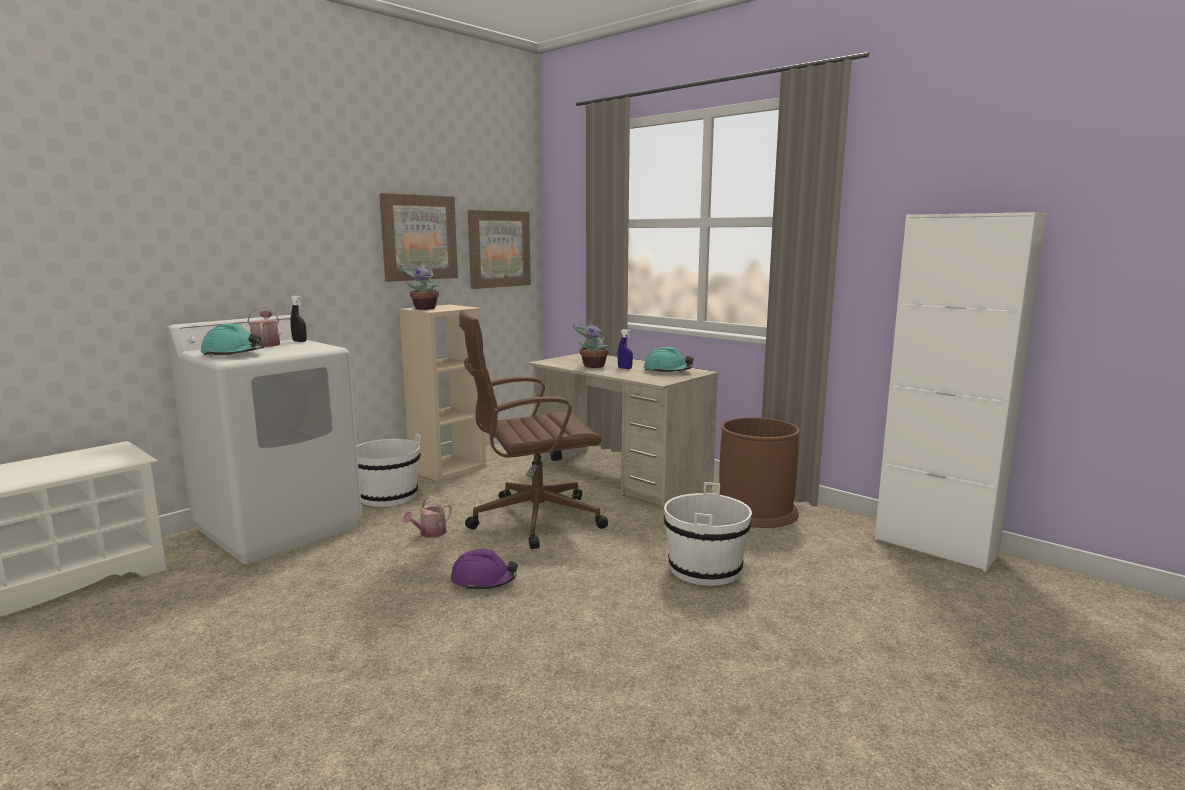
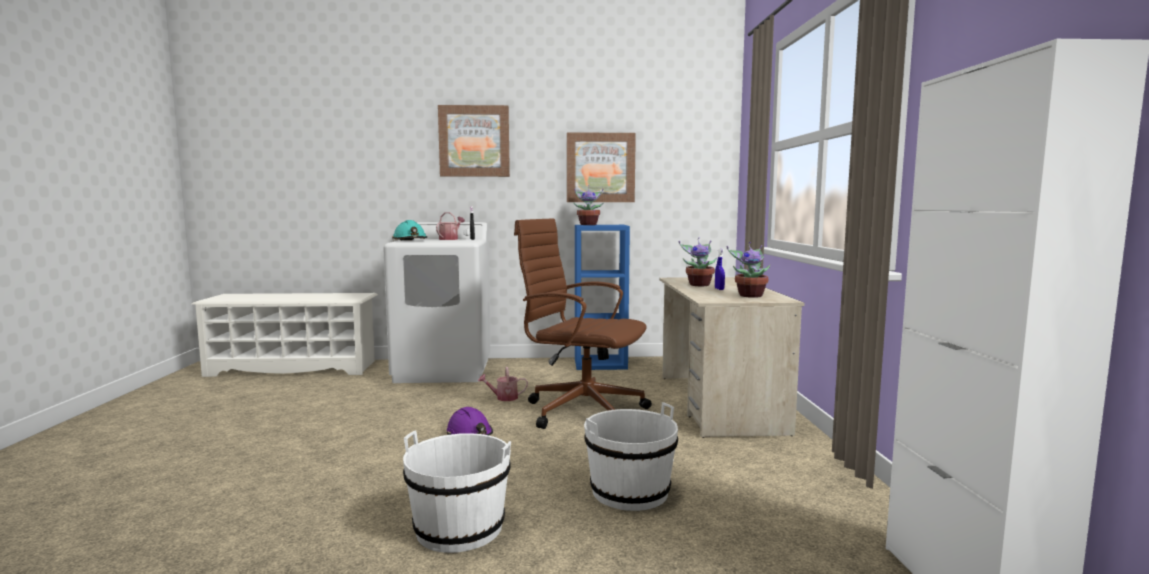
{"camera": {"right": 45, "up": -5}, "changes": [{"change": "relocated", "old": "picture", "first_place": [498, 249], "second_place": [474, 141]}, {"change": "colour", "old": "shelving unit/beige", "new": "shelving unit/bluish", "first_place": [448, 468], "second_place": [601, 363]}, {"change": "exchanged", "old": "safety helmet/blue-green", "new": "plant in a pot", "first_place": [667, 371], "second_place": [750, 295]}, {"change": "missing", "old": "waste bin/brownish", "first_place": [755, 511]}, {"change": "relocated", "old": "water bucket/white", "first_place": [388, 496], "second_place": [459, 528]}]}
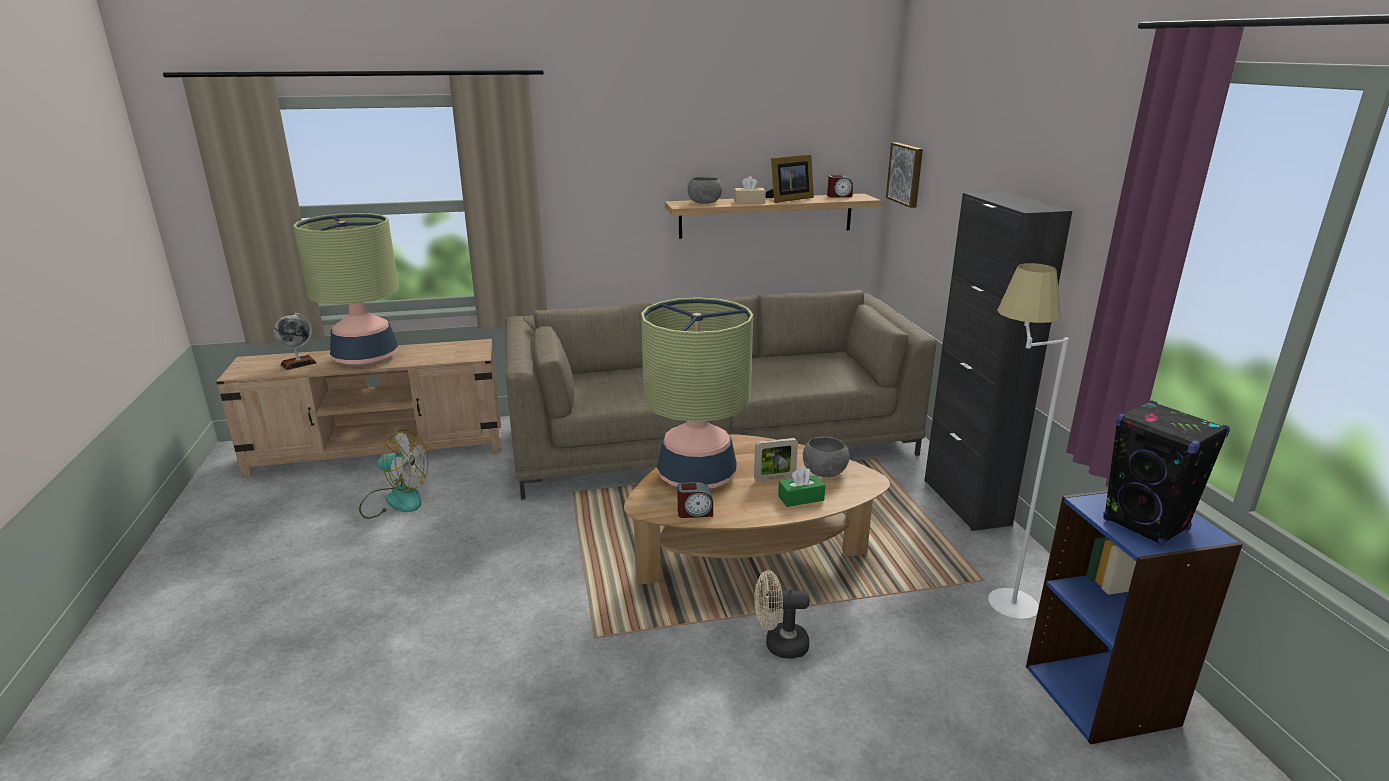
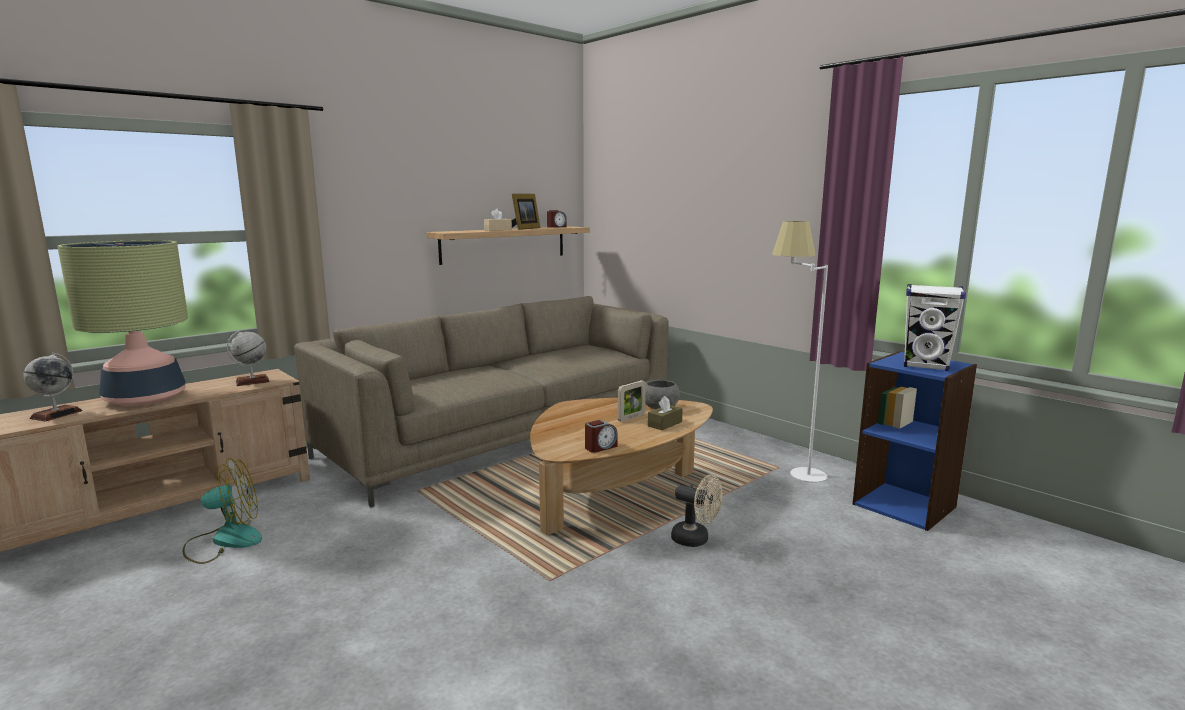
{"camera": {"right": -30, "up": -10}, "changes": [{"change": "missing", "old": "picture", "first_place": [906, 174]}, {"change": "missing", "old": "serving bowl/grey", "first_place": [704, 203]}, {"change": "missing", "old": "storage cabinet/black", "first_place": [966, 502]}, {"change": "missing", "old": "table lamp", "first_place": [696, 476]}, {"change": "colour", "old": "loudspeaker/black", "new": "loudspeaker/white", "first_place": [1146, 525], "second_place": [926, 365]}, {"change": "colour", "old": "tissue holder/green-coloured", "new": "tissue holder/brownish", "first_place": [801, 498], "second_place": [665, 424]}, {"change": "spun", "old": "electric fan/beige", "first_place": [779, 645], "second_place": [696, 540], "degrees": -120}, {"change": "appeared", "new": "world globe", "second_place": [252, 381]}]}
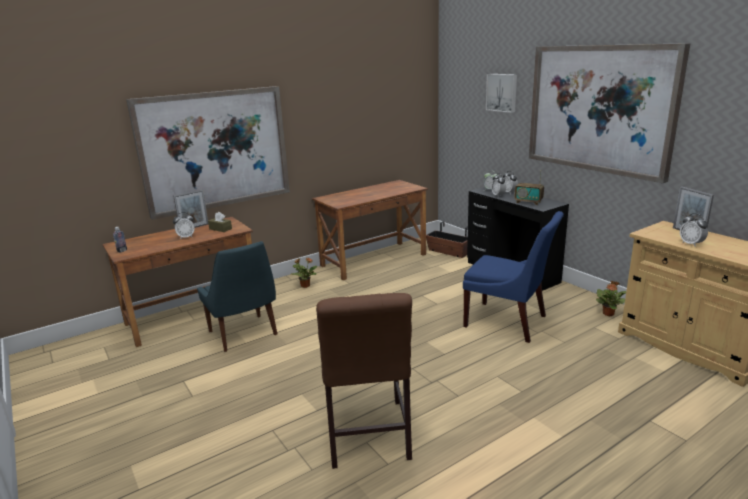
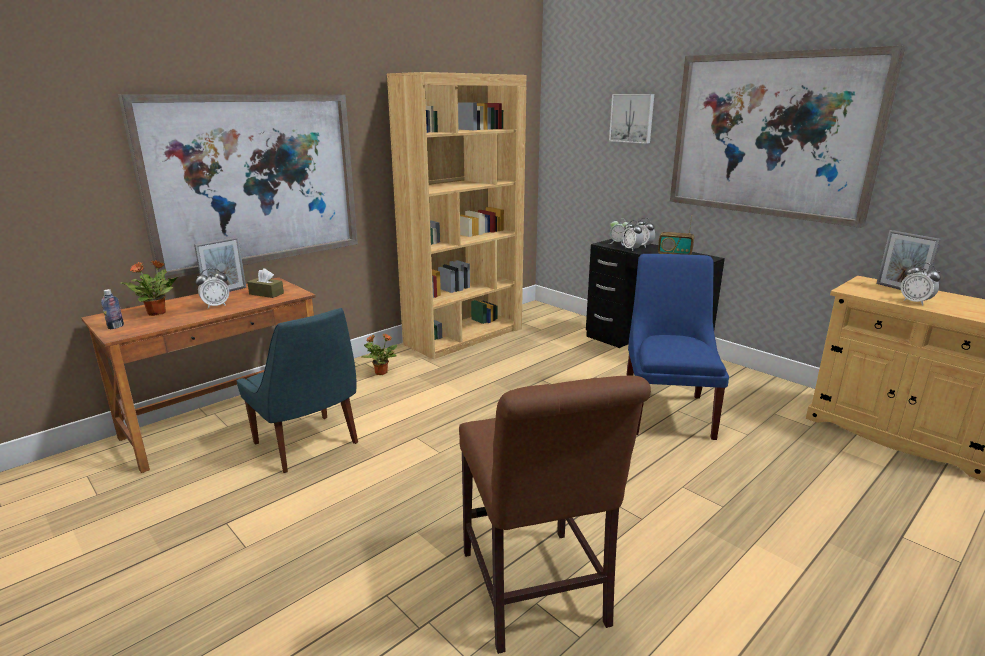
{"camera": {"right": -10, "up": 0}, "changes": [{"change": "exchanged", "old": "desk/brownish", "new": "shelving unit/brownish", "first_place": [373, 260], "second_place": [464, 336]}, {"change": "spun", "old": "upright chair/bluish", "first_place": [508, 322], "second_place": [667, 411], "degrees": -105}, {"change": "missing", "old": "flower pot", "first_place": [448, 252]}, {"change": "relocated", "old": "plant in a pot", "first_place": [608, 313], "second_place": [157, 313]}]}
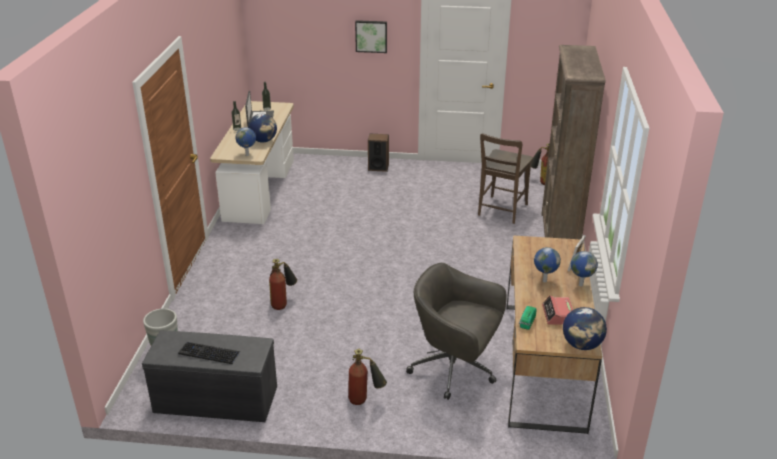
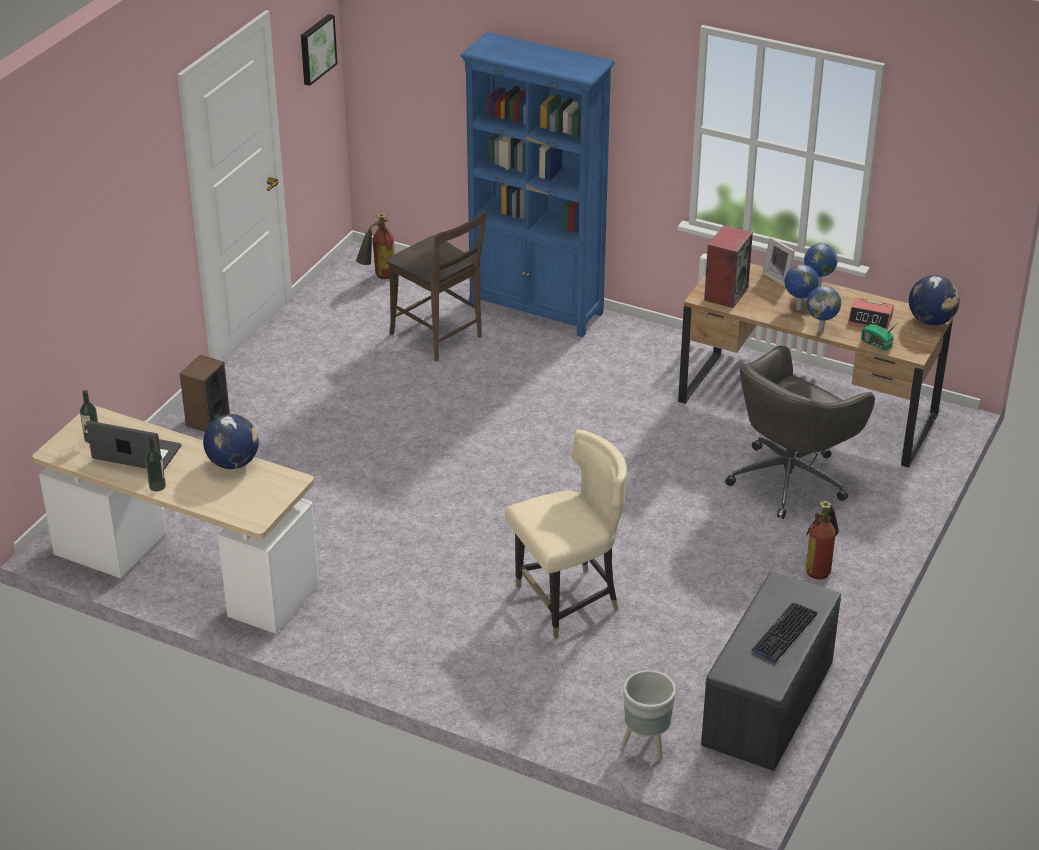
{"camera": {"right": -70, "up": 5}, "changes": [{"change": "relocated", "old": "picture", "first_place": [371, 36], "second_place": [316, 49]}, {"change": "colour", "old": "shelving unit/brownish", "new": "shelving unit/bluish", "first_place": [559, 235], "second_place": [537, 309]}, {"change": "relocated", "old": "world globe", "first_place": [247, 155], "second_place": [821, 330]}, {"change": "exchanged", "old": "extinguisher", "new": "upright chair/beige", "first_place": [283, 303], "second_place": [567, 601]}, {"change": "appeared", "new": "loudspeaker", "second_place": [725, 293]}]}
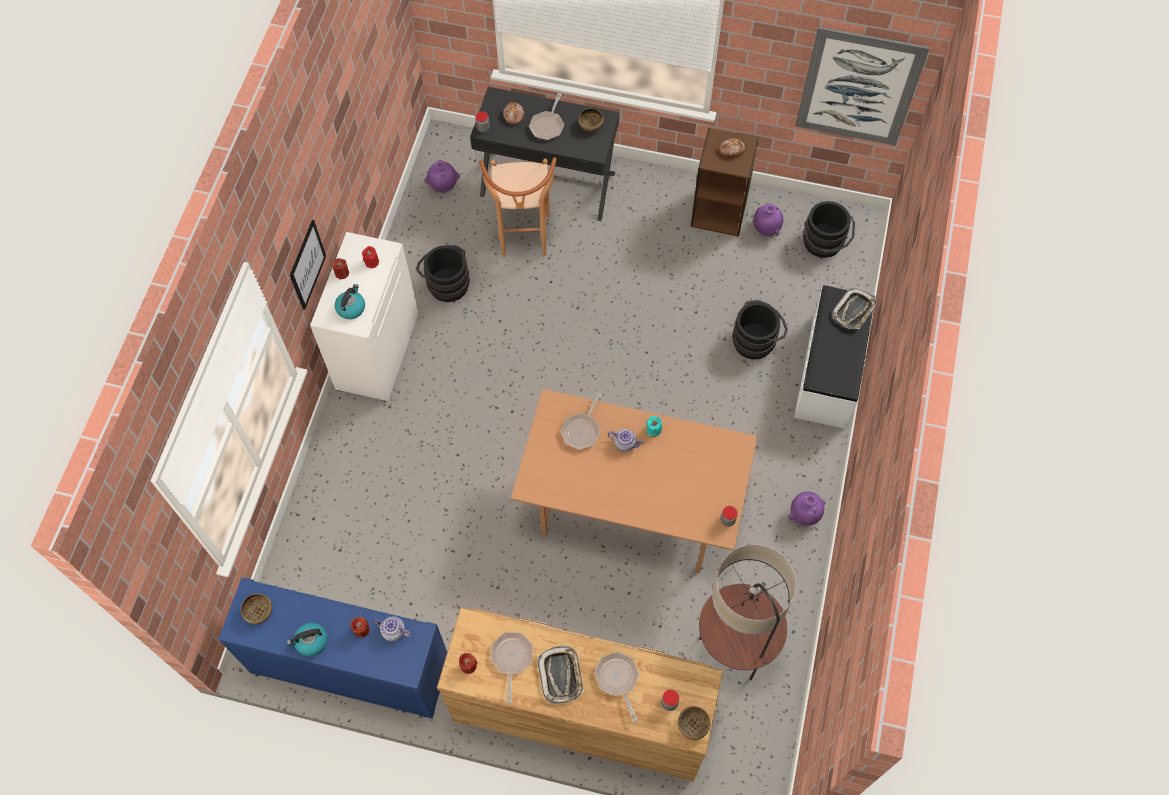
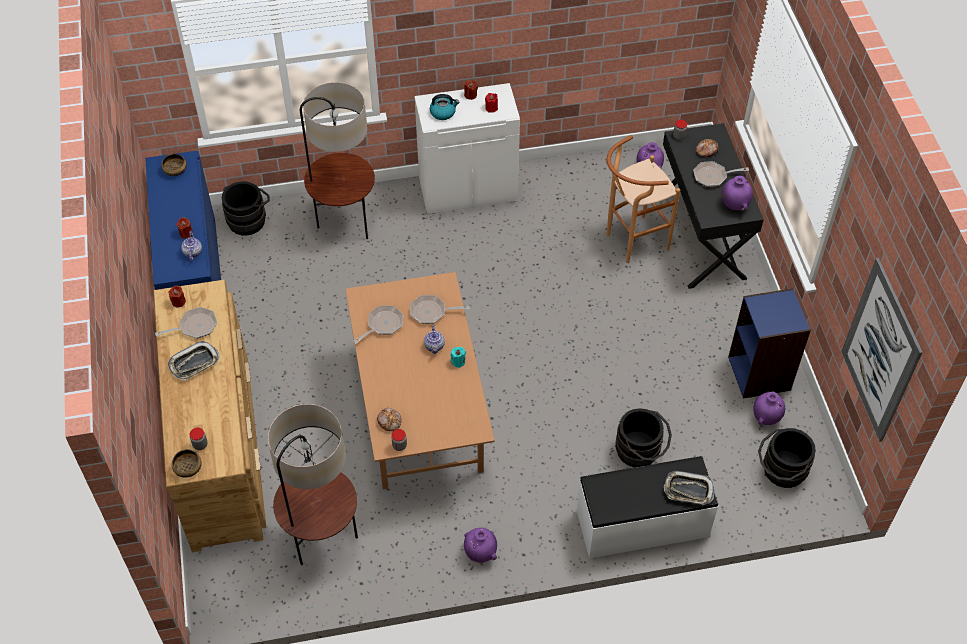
{"camera": {"right": 65, "up": -10}, "changes": [{"change": "exchanged", "old": "serving bowl", "new": "flower vase/purple", "first_place": [590, 125], "second_place": [734, 205]}, {"change": "colour", "old": "shelving unit/brownish", "new": "shelving unit/bluish", "first_place": [719, 211], "second_place": [760, 373]}, {"change": "relocated", "old": "bakery bread", "first_place": [731, 149], "second_place": [390, 421]}, {"change": "missing", "old": "picture", "first_place": [307, 265]}, {"change": "relocated", "old": "water bucket/black", "first_place": [446, 282], "second_place": [248, 218]}, {"change": "missing", "old": "tea kettle", "first_place": [311, 642]}, {"change": "relocated", "old": "skillet", "first_place": [618, 679], "second_place": [383, 325]}, {"change": "appeared", "new": "standing lamp", "second_place": [345, 225]}]}
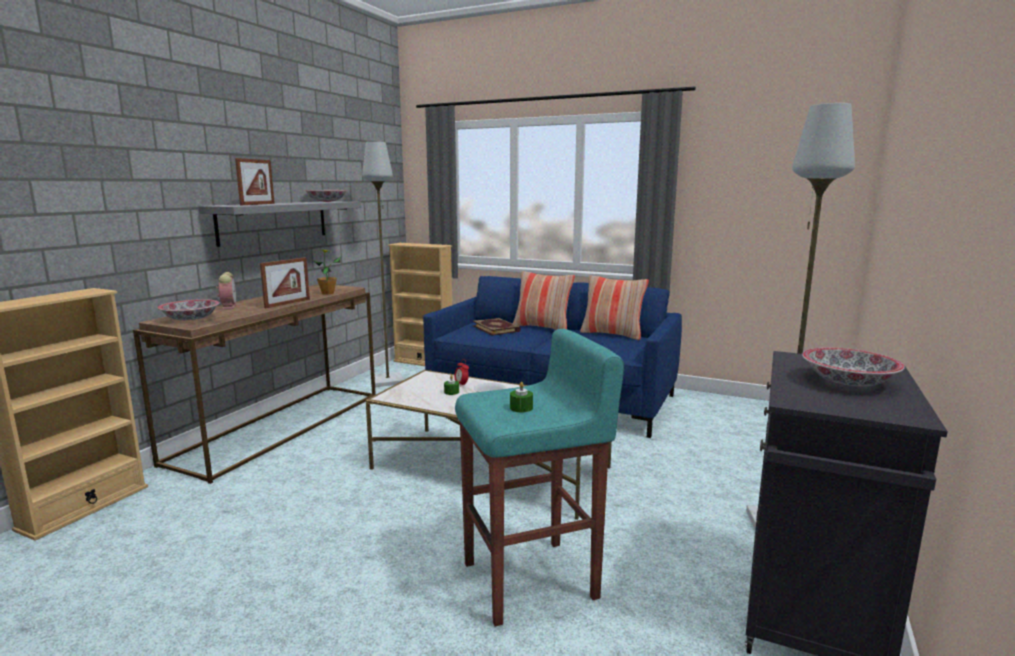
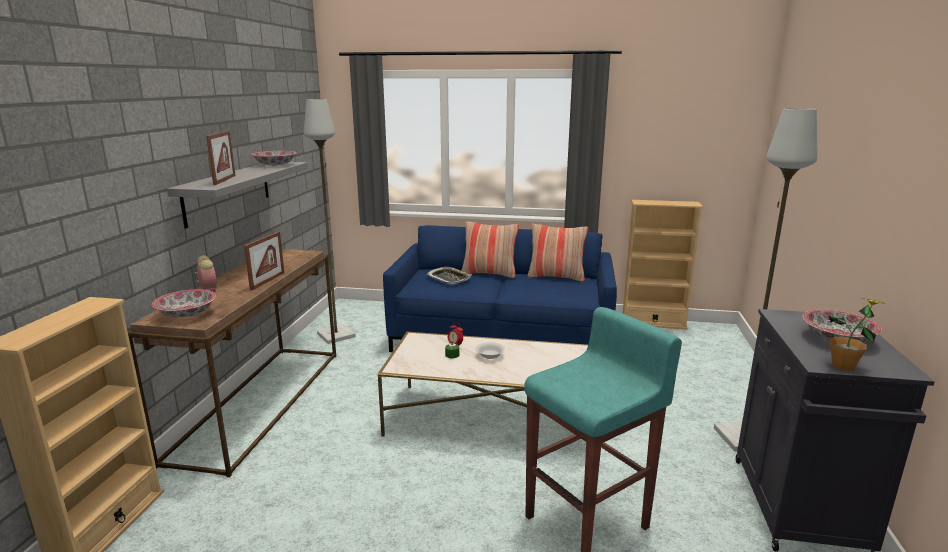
{"camera": {"right": -15, "up": 5}, "changes": [{"change": "relocated", "old": "shelving unit/beige", "first_place": [424, 362], "second_place": [653, 323]}, {"change": "relocated", "old": "plant in a pot", "first_place": [327, 293], "second_place": [843, 366]}, {"change": "exchanged", "old": "bound book", "new": "tray", "first_place": [496, 328], "second_place": [449, 279]}, {"change": "missing", "old": "wax light/green-coloured", "first_place": [521, 408]}]}
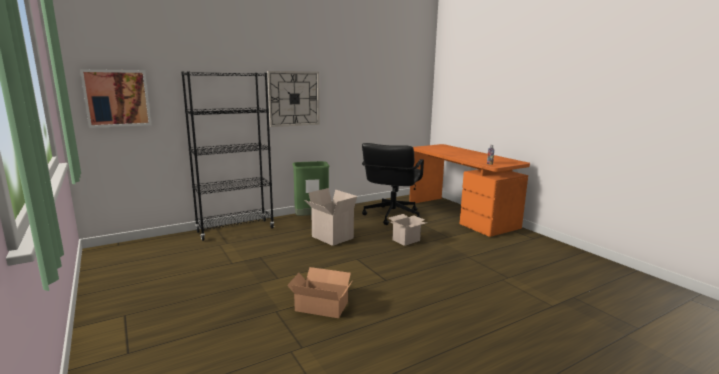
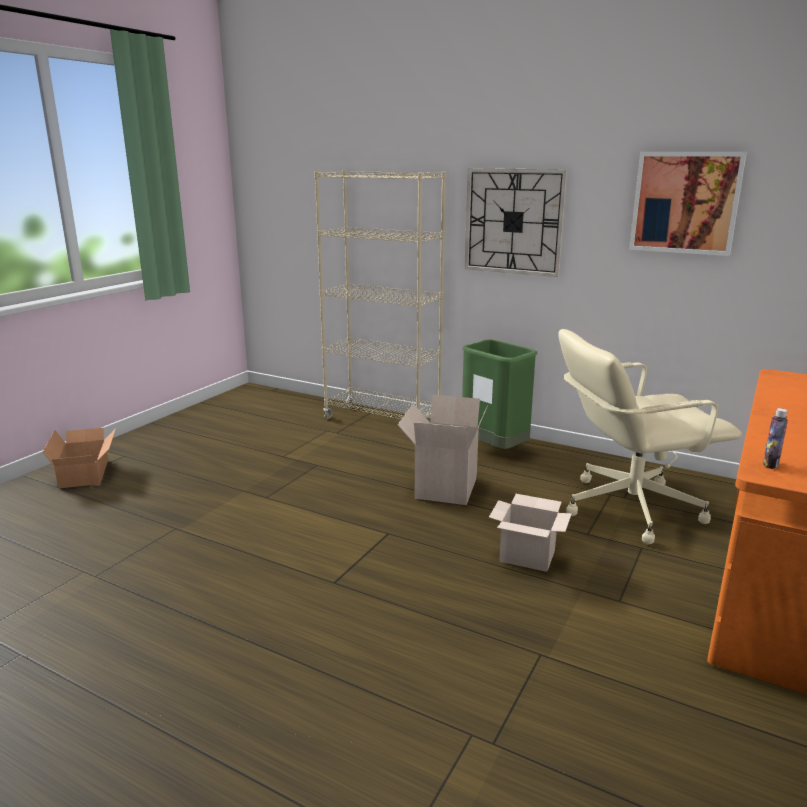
{"camera": {"right": 60, "up": 5}, "changes": [{"change": "relocated", "old": "picture", "first_place": [117, 98], "second_place": [685, 203]}, {"change": "colour", "old": "shelving unit/black", "new": "shelving unit/beige", "first_place": [235, 230], "second_place": [382, 421]}, {"change": "colour", "old": "office chair/black", "new": "office chair/beige", "first_place": [392, 216], "second_place": [629, 508]}, {"change": "relocated", "old": "packing box", "first_place": [321, 305], "second_place": [87, 472]}]}
